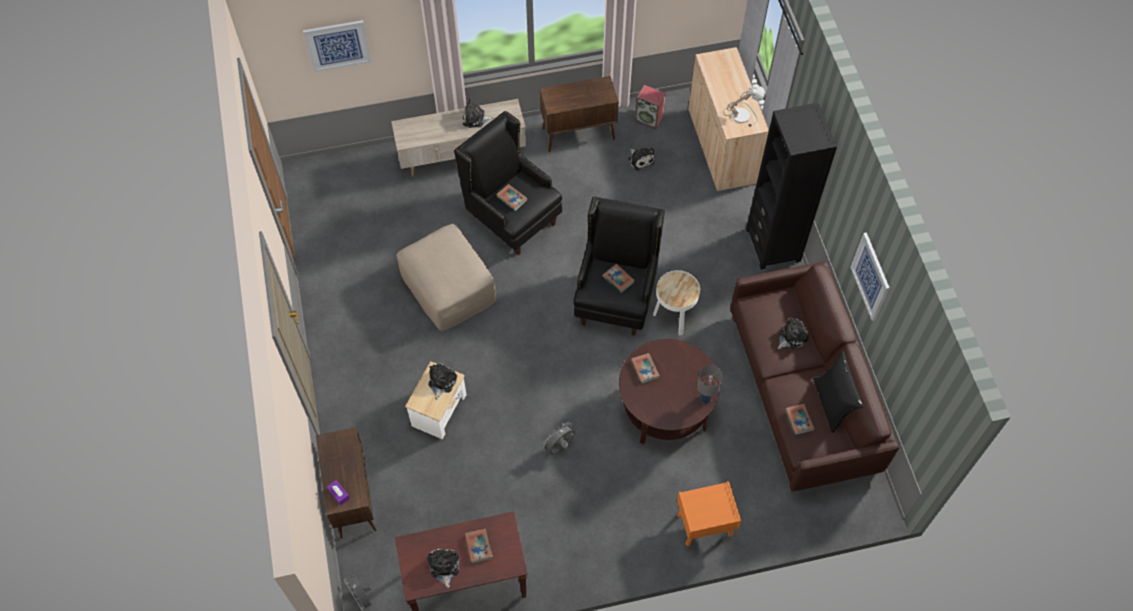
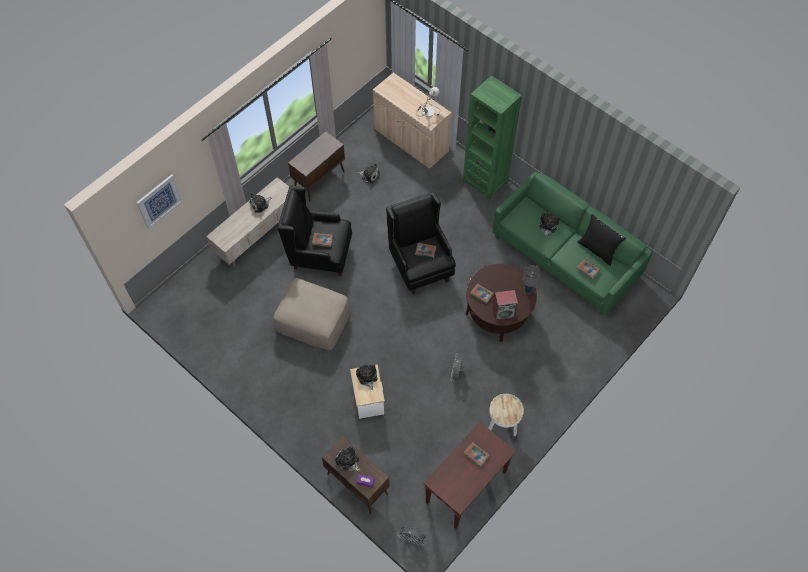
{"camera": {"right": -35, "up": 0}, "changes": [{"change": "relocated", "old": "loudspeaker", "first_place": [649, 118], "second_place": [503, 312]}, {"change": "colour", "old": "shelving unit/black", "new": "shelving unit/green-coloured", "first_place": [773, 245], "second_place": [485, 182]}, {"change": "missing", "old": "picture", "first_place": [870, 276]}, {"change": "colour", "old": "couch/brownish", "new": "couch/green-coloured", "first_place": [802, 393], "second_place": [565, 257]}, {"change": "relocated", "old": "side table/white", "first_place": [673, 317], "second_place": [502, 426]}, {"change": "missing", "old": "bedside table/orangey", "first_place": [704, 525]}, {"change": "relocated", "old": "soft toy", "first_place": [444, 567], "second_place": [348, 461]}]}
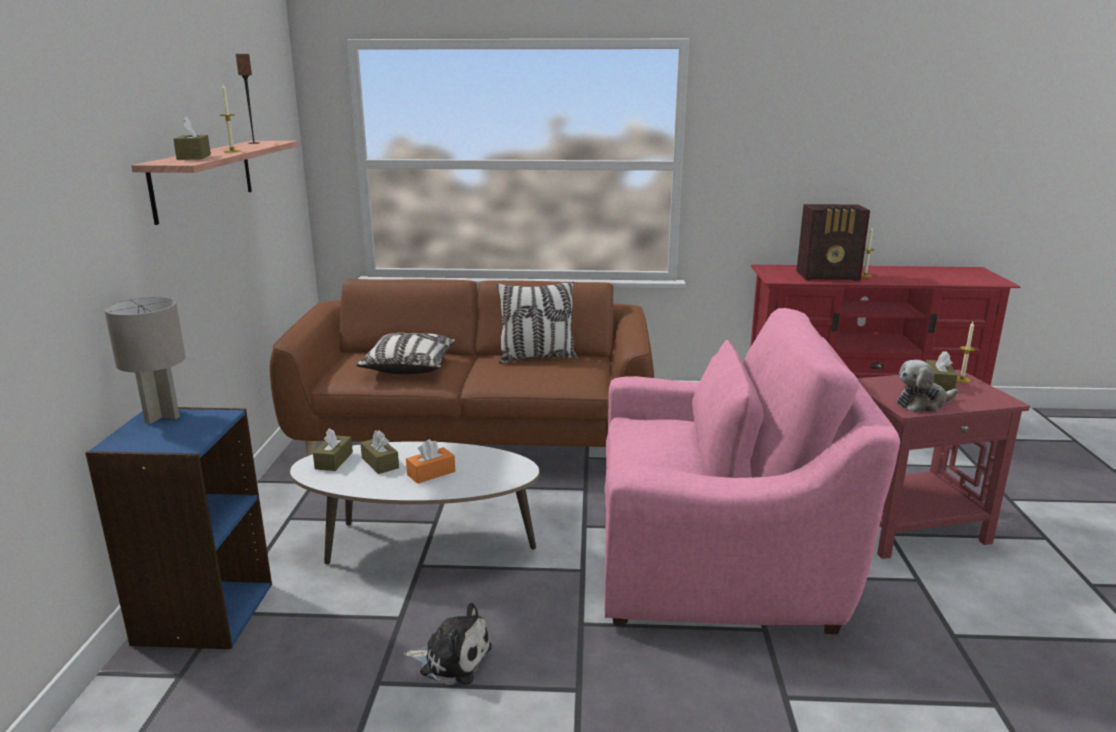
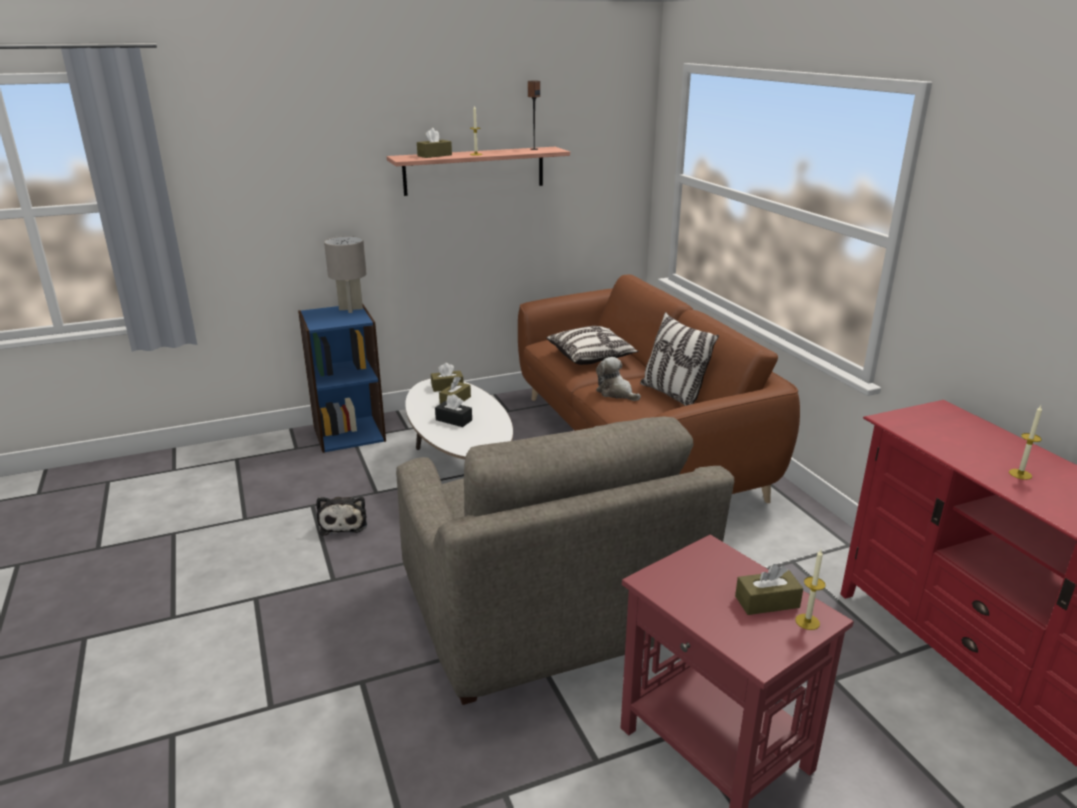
{"camera": {"right": 65, "up": 5}, "changes": [{"change": "missing", "old": "radio set", "first_place": [829, 276]}, {"change": "colour", "old": "easy chair/pink", "new": "easy chair/grey", "first_place": [717, 553], "second_place": [549, 611]}, {"change": "relocated", "old": "soft toy", "first_place": [922, 404], "second_place": [616, 393]}, {"change": "colour", "old": "tissue holder/orangey", "new": "tissue holder/black", "first_place": [431, 473], "second_place": [454, 420]}]}
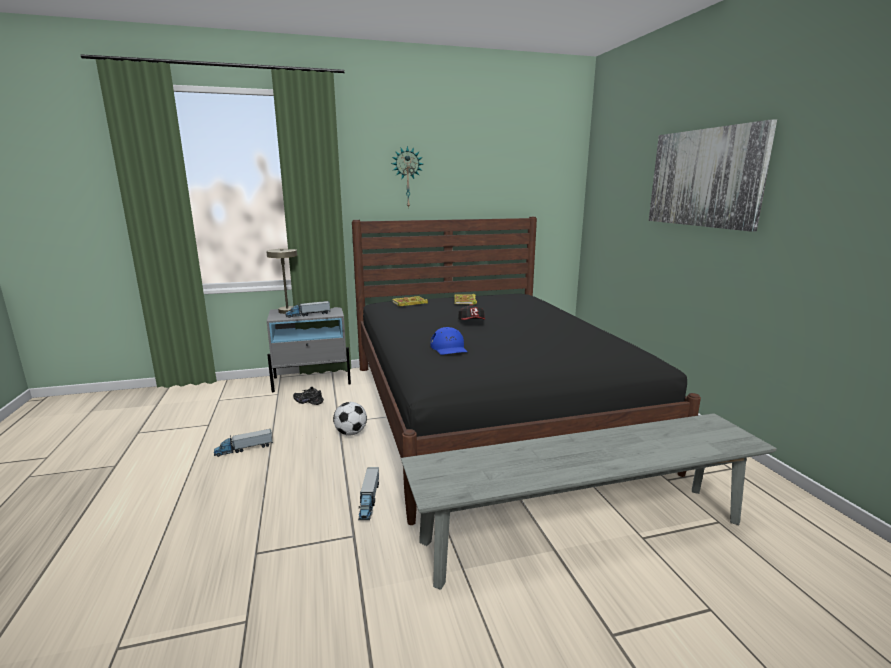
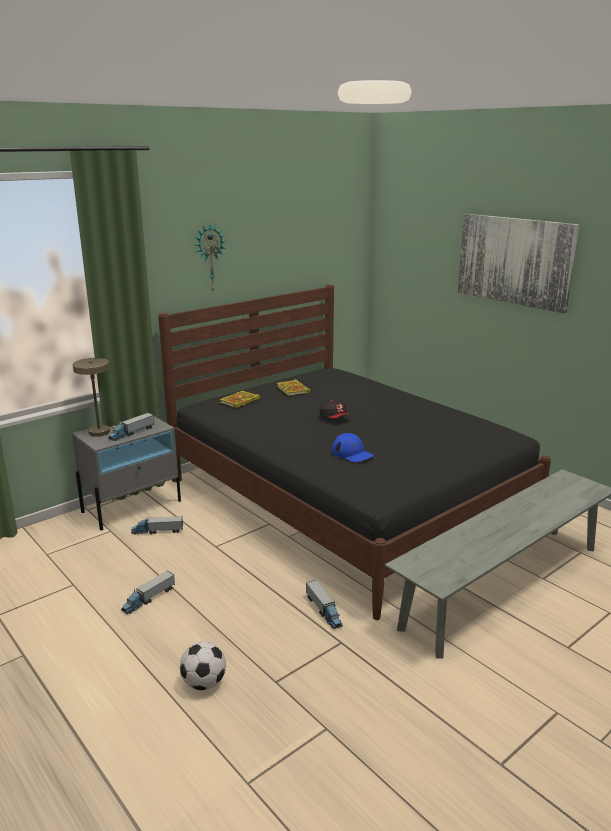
{"camera": {"right": -25, "up": 5}, "changes": [{"change": "exchanged", "old": "shoe/black", "new": "toy truck", "first_place": [309, 401], "second_place": [157, 531]}, {"change": "relocated", "old": "ball for football", "first_place": [351, 433], "second_place": [204, 683]}]}
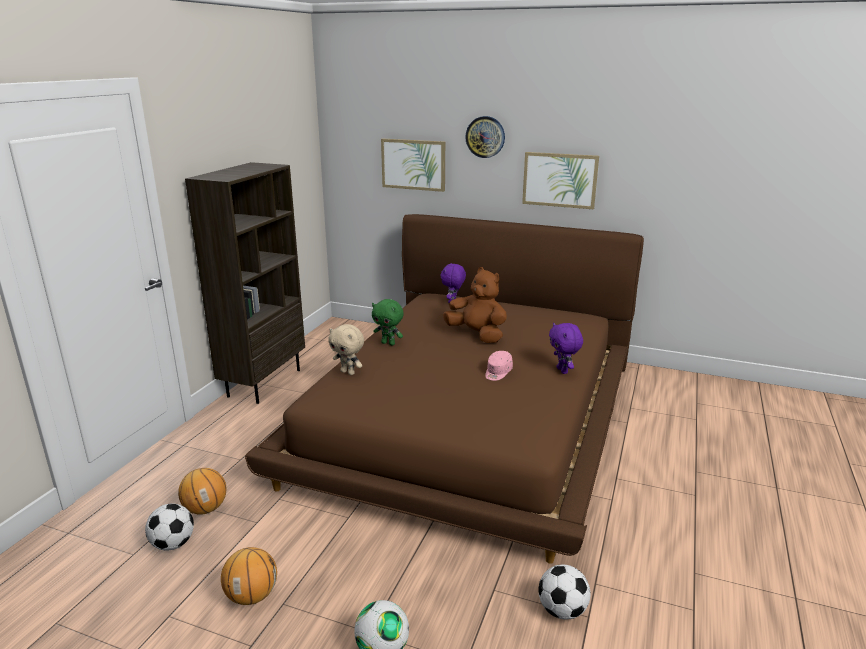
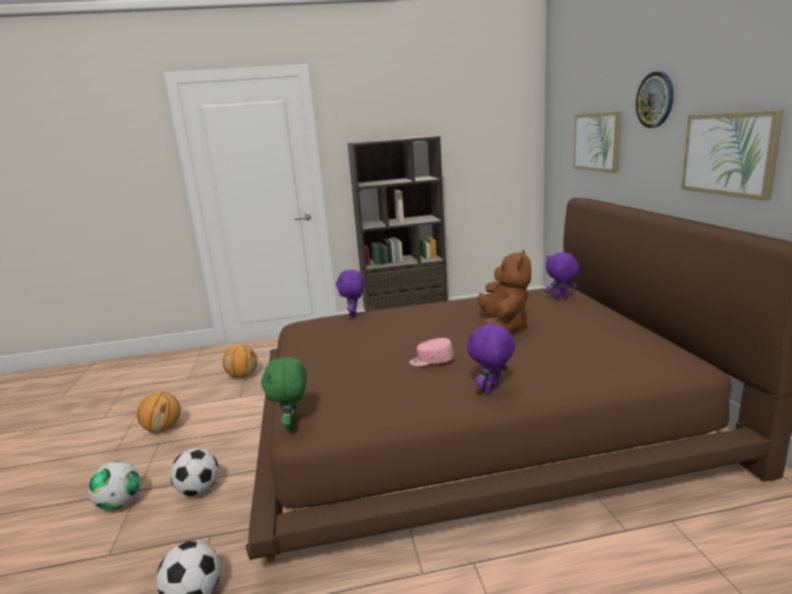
{"camera": {"right": 60, "up": -5}, "changes": [{"change": "relocated", "old": "soft toy/green-coloured", "first_place": [388, 343], "second_place": [292, 426]}, {"change": "colour", "old": "soft toy/beige", "new": "soft toy/purple", "first_place": [348, 372], "second_place": [354, 316]}, {"change": "relocated", "old": "ball for football", "first_place": [173, 544], "second_place": [199, 490]}]}
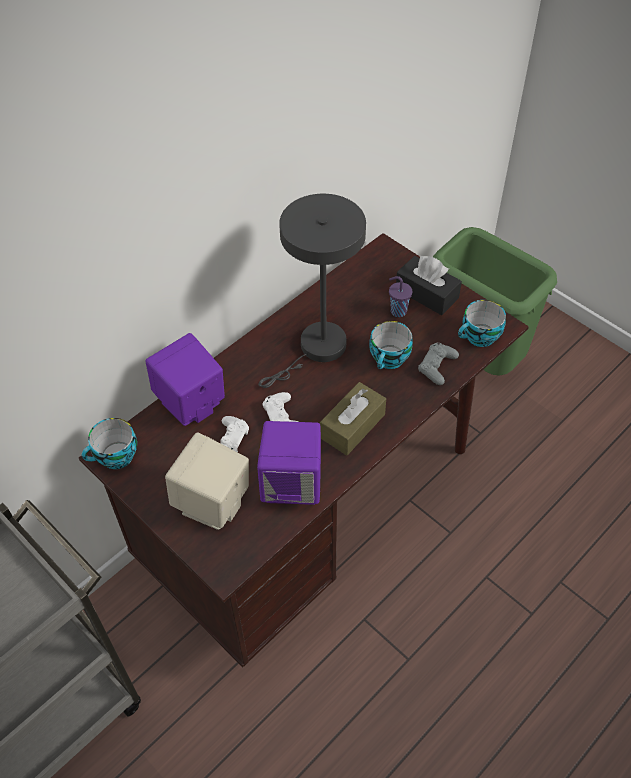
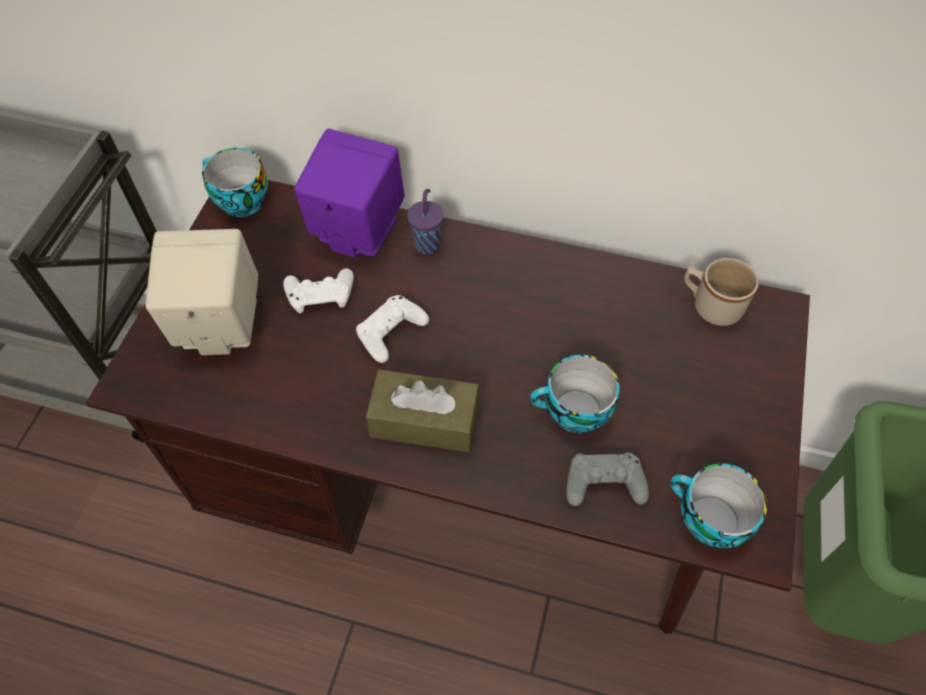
{"camera": {"right": 60, "up": 5}, "changes": [{"change": "missing", "old": "table lamp/grey", "first_place": [317, 350]}, {"change": "missing", "old": "tissue holder/black", "first_place": [427, 293]}, {"change": "relocated", "old": "drinking cup/purple", "first_place": [397, 311], "second_place": [427, 244]}, {"change": "missing", "old": "loudspeaker/purple", "first_place": [292, 484]}, {"change": "appeared", "new": "coffee mug/beige", "second_place": [709, 305]}]}
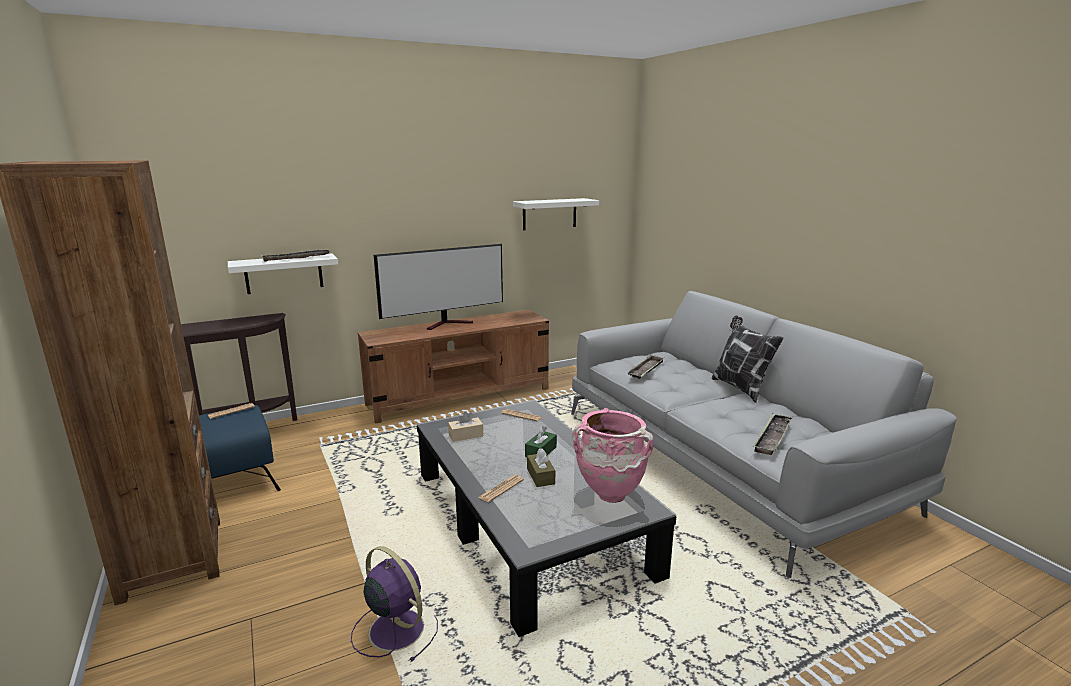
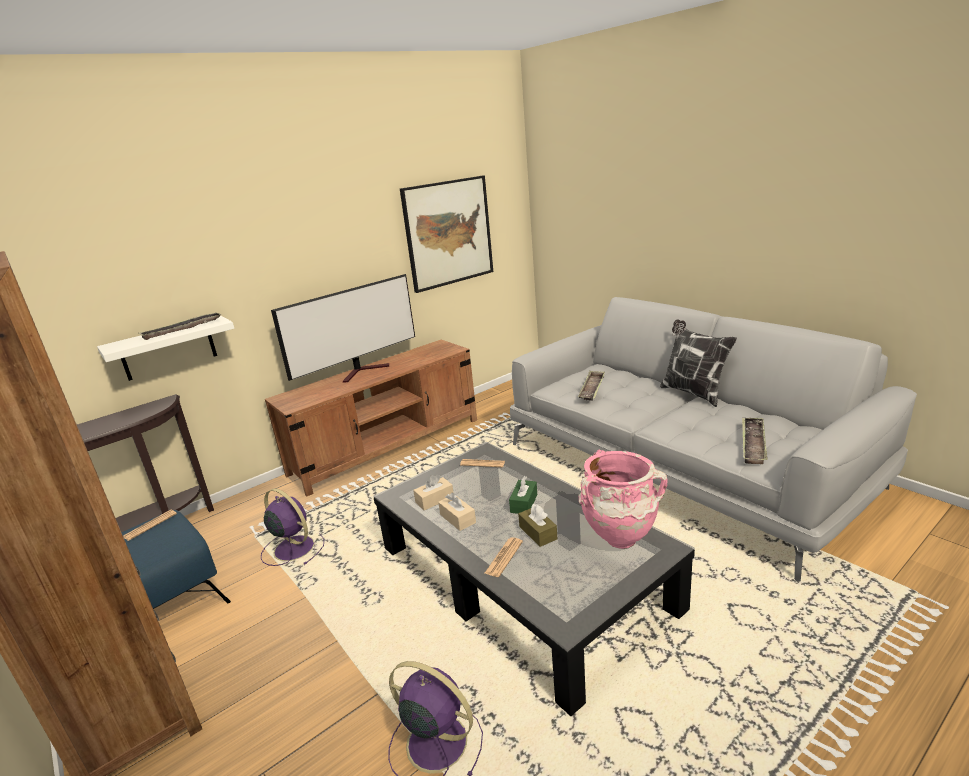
{"camera": {"right": -10, "up": 5}, "changes": [{"change": "exchanged", "old": "bracket shelf/white", "new": "picture", "first_place": [549, 214], "second_place": [448, 233]}, {"change": "appeared", "new": "electric fan/purple", "second_place": [293, 548]}, {"change": "appeared", "new": "tissue holder/beige", "second_place": [457, 518]}]}
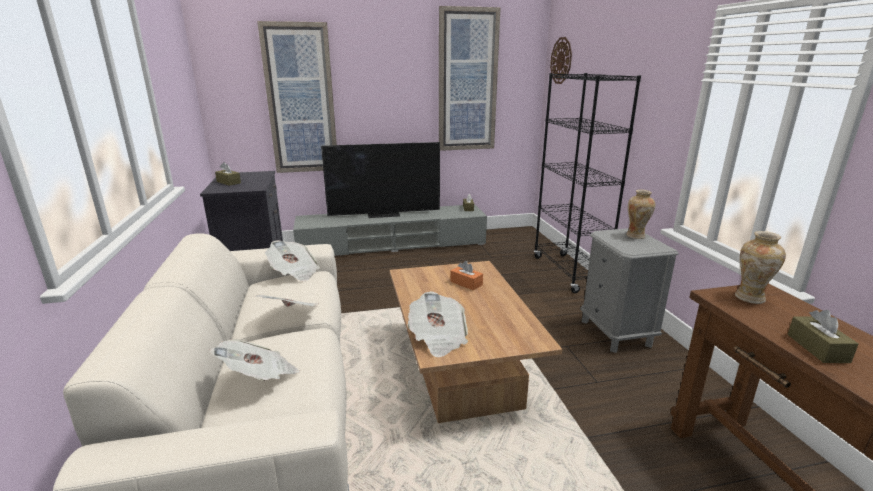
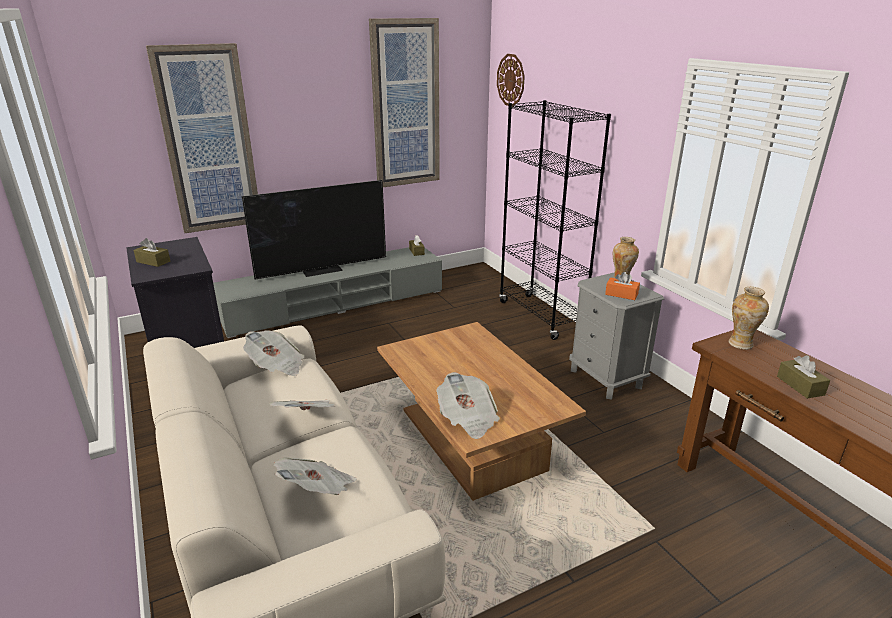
{"camera": {"right": -15, "up": 5}, "changes": [{"change": "relocated", "old": "tissue holder/orangey", "first_place": [466, 283], "second_place": [621, 294]}]}
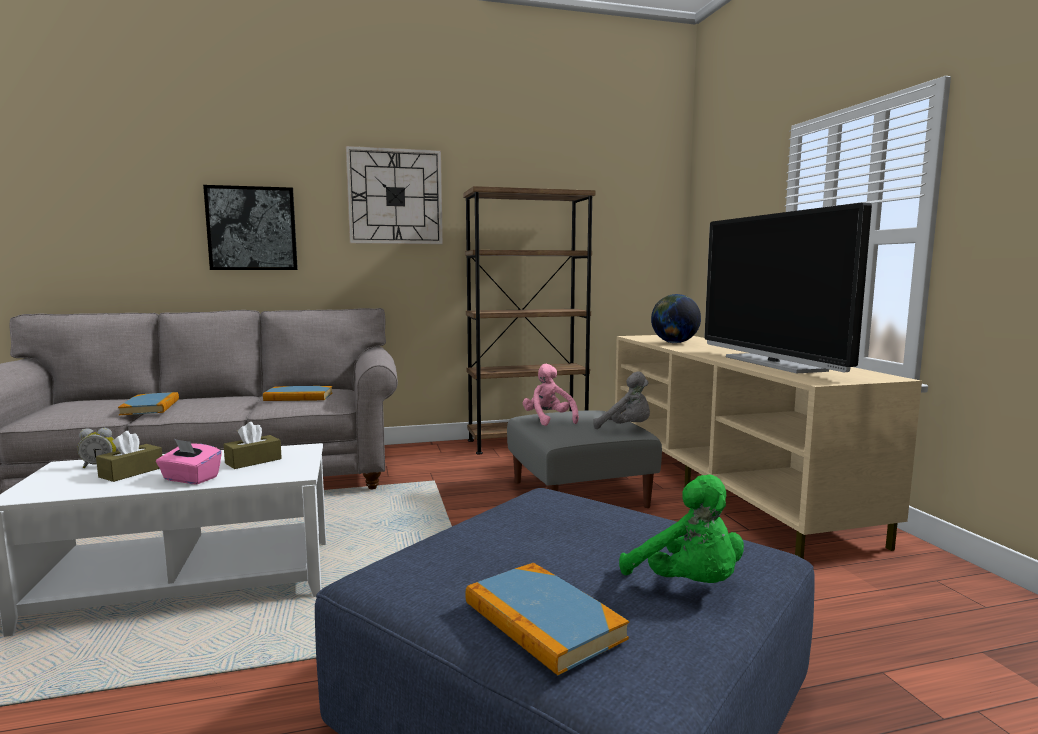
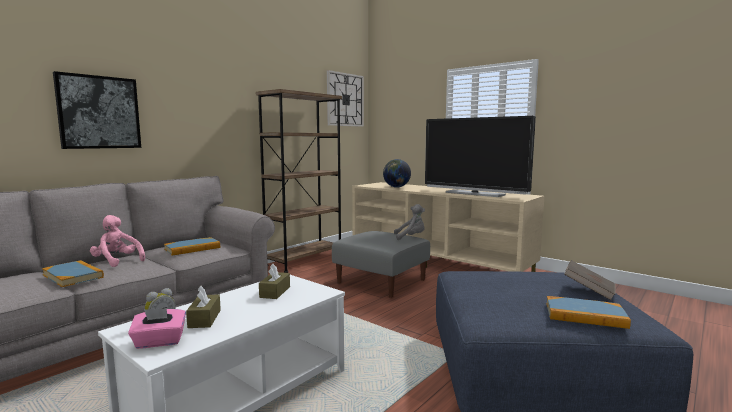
{"camera": {"right": -35, "up": 0}, "changes": [{"change": "relocated", "old": "clock on the wall", "first_place": [395, 196], "second_place": [345, 100]}, {"change": "relocated", "old": "soft toy/pink", "first_place": [548, 420], "second_place": [117, 261]}, {"change": "relocated", "old": "tissue holder/pink", "first_place": [190, 479], "second_place": [159, 342]}, {"change": "exchanged", "old": "soft toy/green-coloured", "new": "bound book/brownish", "first_place": [688, 585], "second_place": [589, 291]}]}
